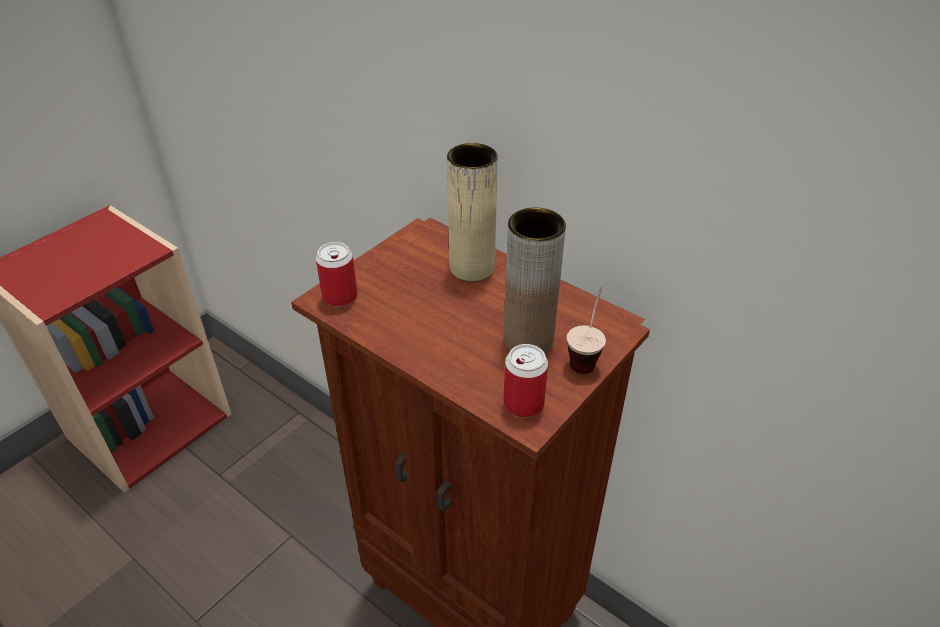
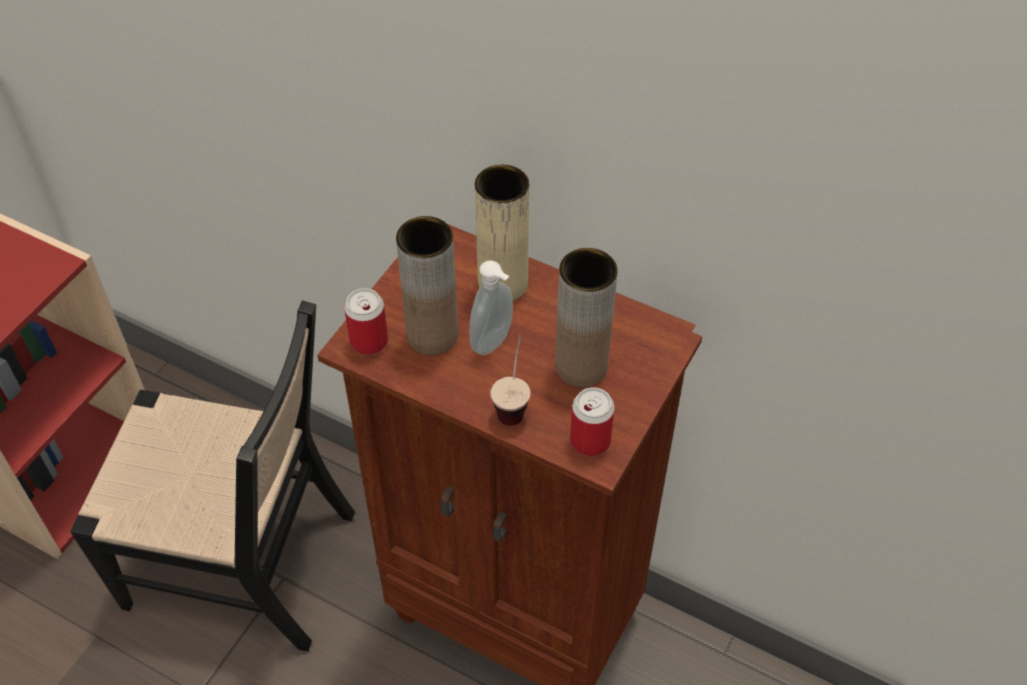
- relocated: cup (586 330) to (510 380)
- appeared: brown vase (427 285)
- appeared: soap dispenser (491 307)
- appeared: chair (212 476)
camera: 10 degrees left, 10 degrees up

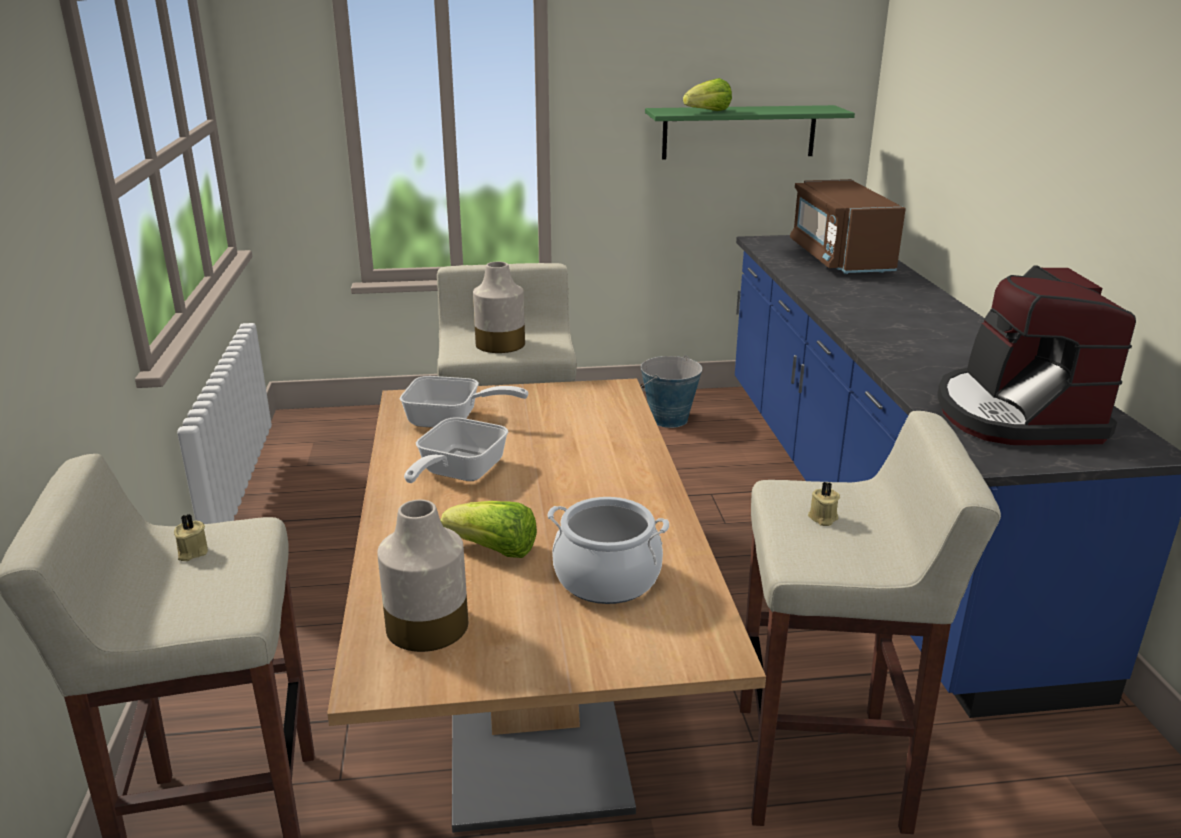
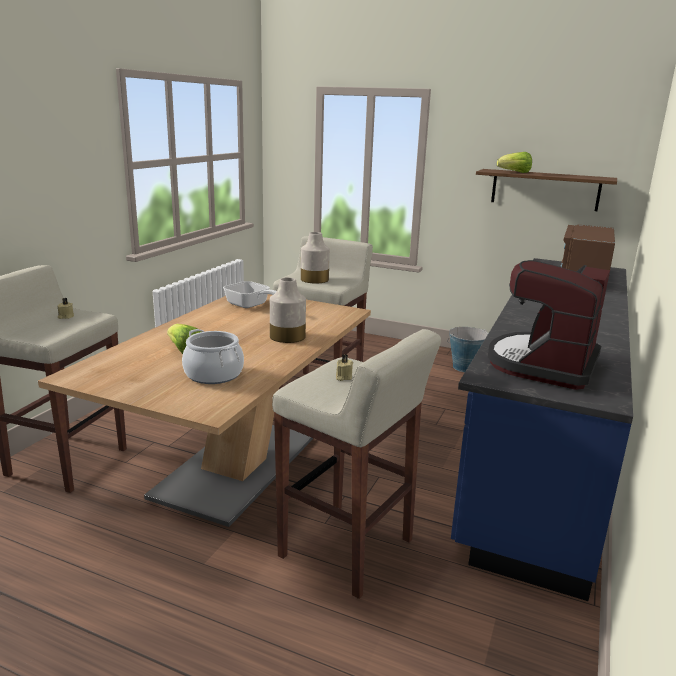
- colour: green shelf (750 132) to brown shelf (546 190)
- missing: frying pan (456 450)
- relocated: beige vase (422 576) to (288 310)
camera: 30 degrees right, 5 degrees down

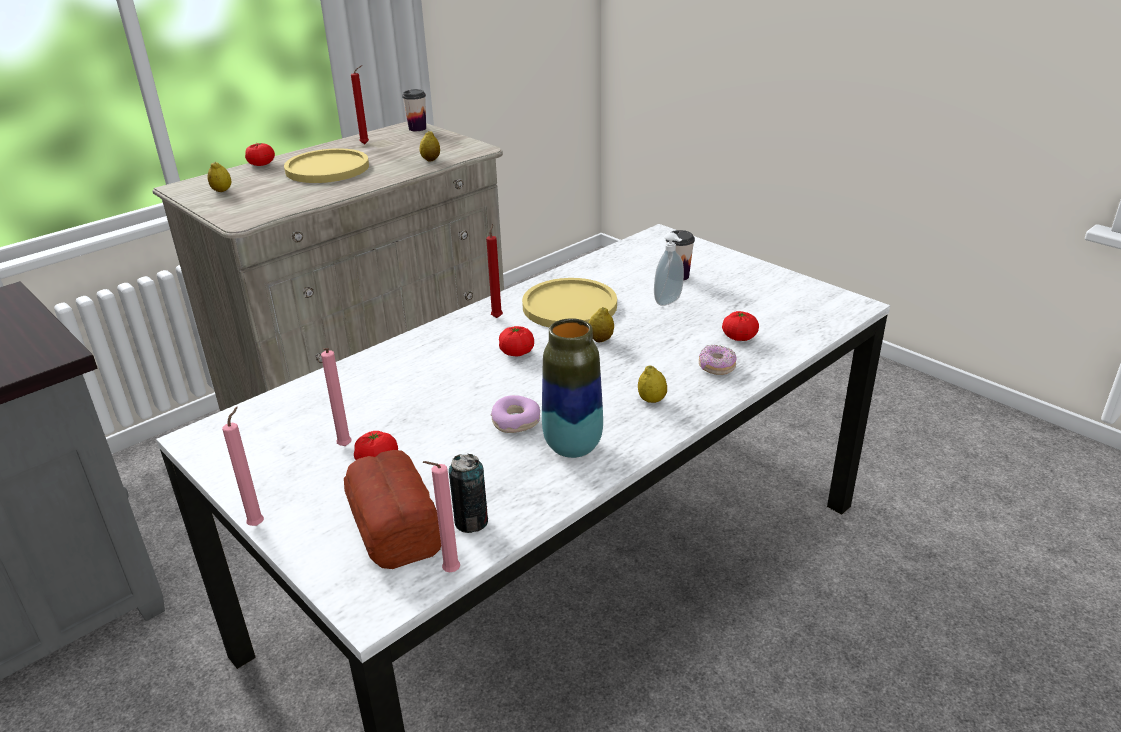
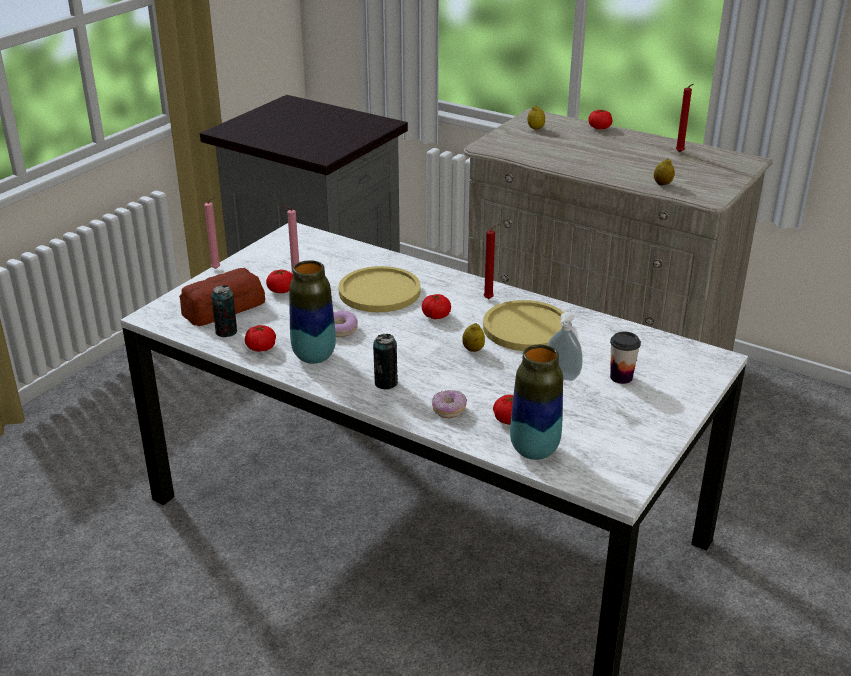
- missing: cup (414 110)
- relocated: yellow plate (326 165) to (380 289)
- exchanged: lemon (652 384) to can (385 362)
- missing: pink candle (441 516)
- appeared: tomato (260 338)
- appeared: vase (536 402)
camera: 75 degrees right, 0 degrees up

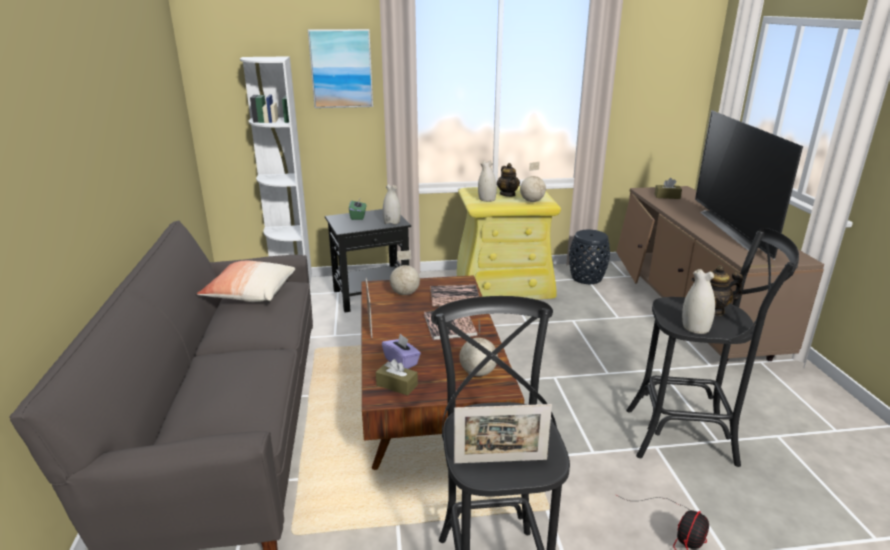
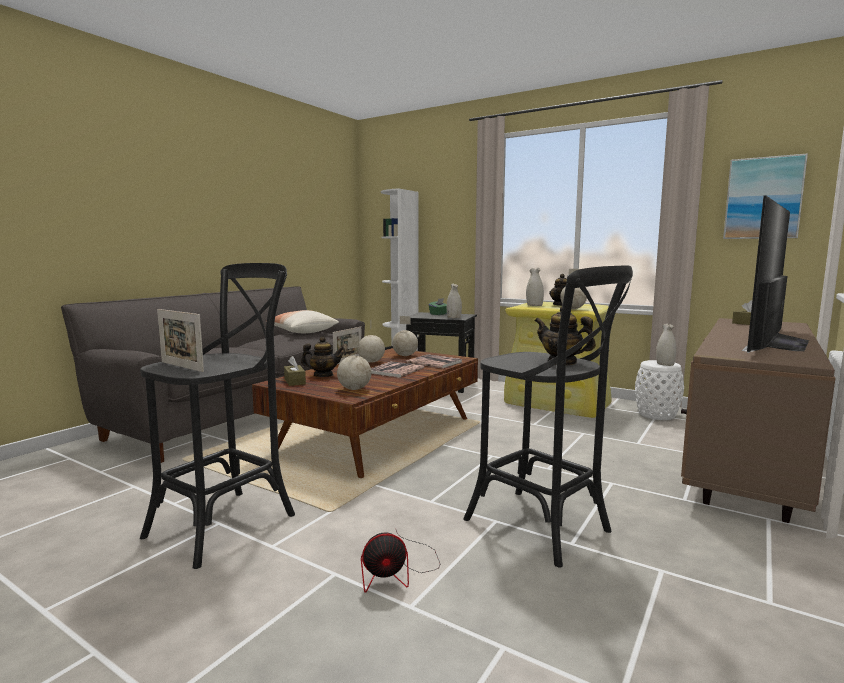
- relocated: picture (340 68) to (765 196)
- colour: black stool (589 257) to white stool (659 390)
- relocated: white vase (698 301) to (666 345)
- exchanged: purple tissue box (401 351) to teapot (322 357)
- appeared: globe (371 342)
camera: 40 degrees right, 15 degrees down

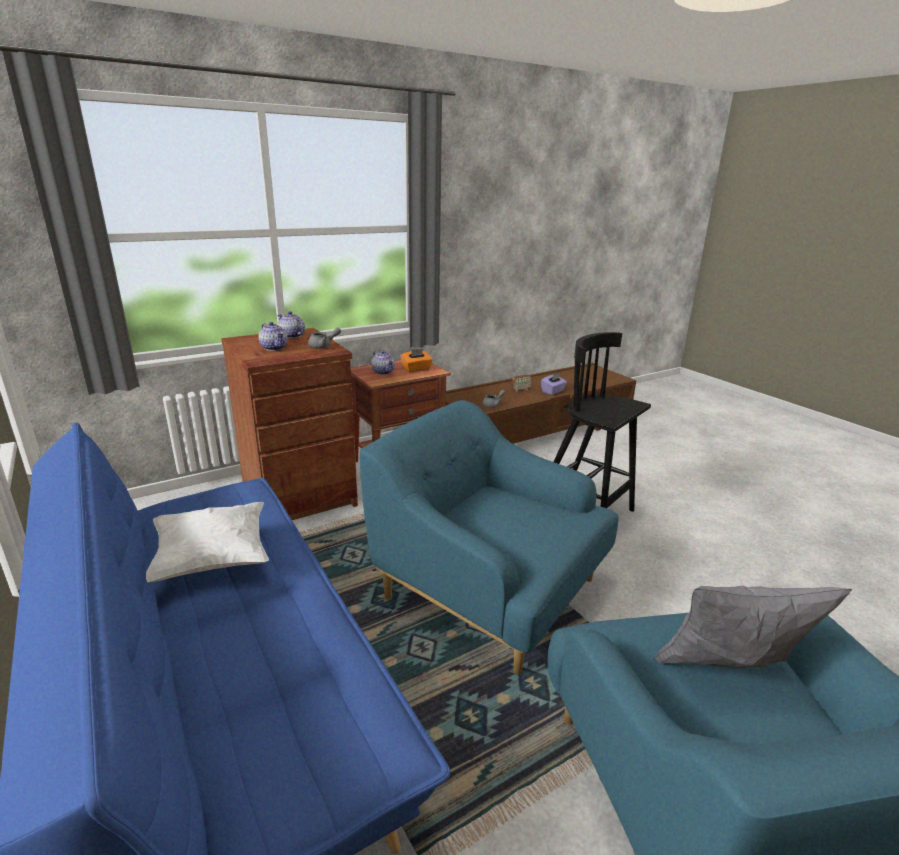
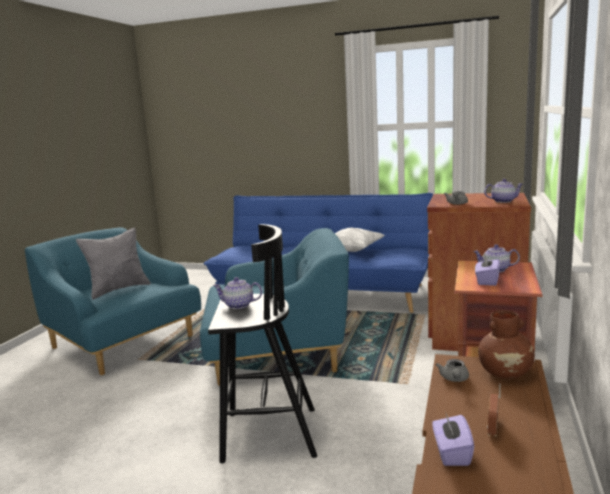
- relocated: teapot (273 336) to (237 293)
- colour: orange tissue box (416 360) to purple tissue box (487 270)
- appeared: brown vase (506 344)
camera: 140 degrees right, 10 degrees down

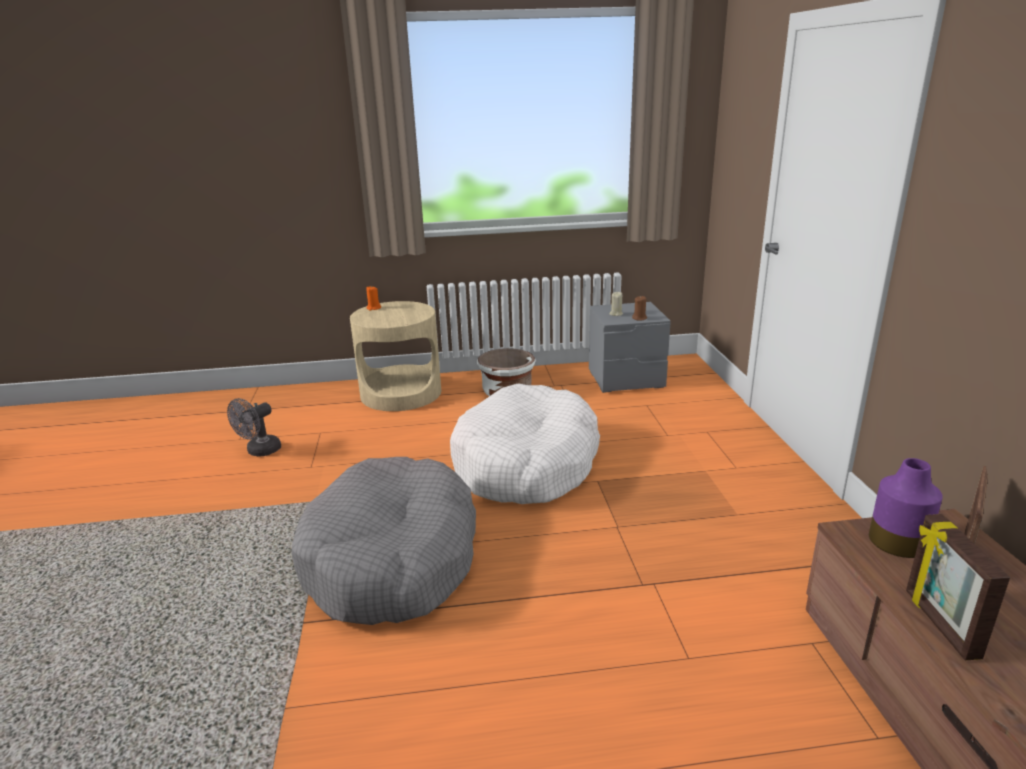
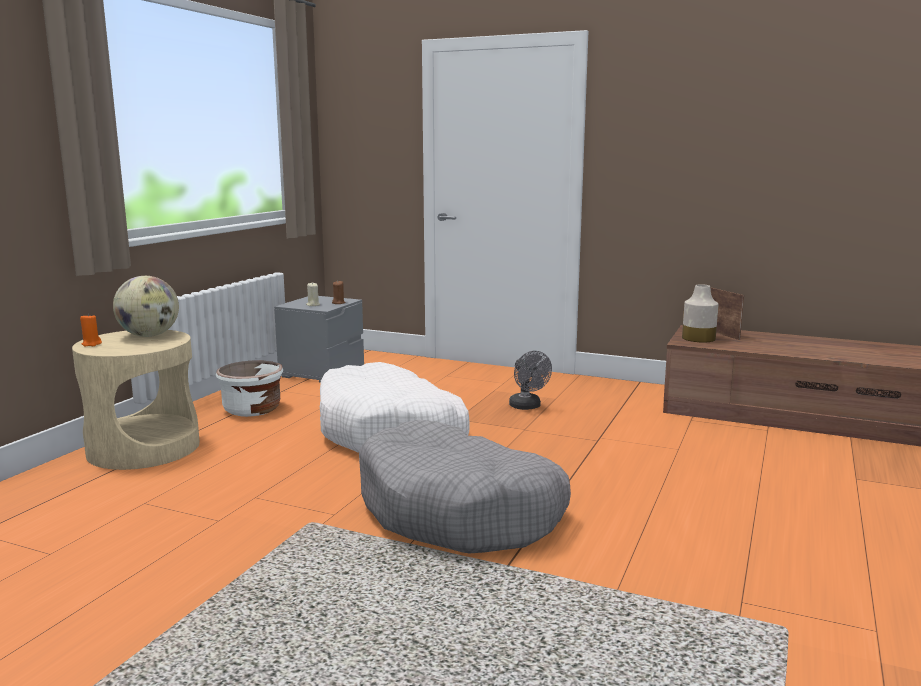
- relocated: grey fan (254 427) to (530 380)
- colour: purple vase (906 508) to beige vase (700 313)
- missing: picture frame (958 587)
- appeared: globe (146 306)
camera: 60 degrees left, 10 degrees down

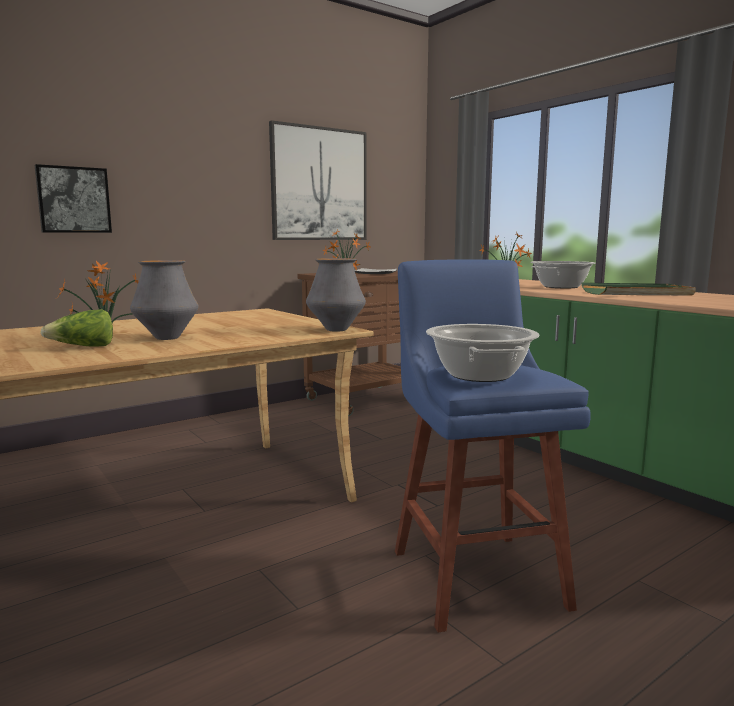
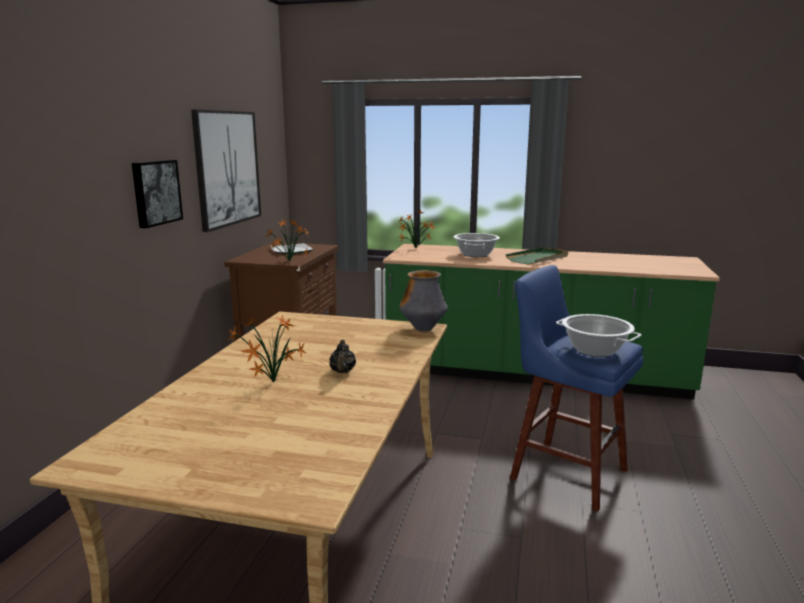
- relocated: picture (73 198) to (157 194)
- exchanged: vase (164 300) to black teapot (342 356)
- missing: lettuce (76 328)
camera: 40 degrees left, 5 degrees up

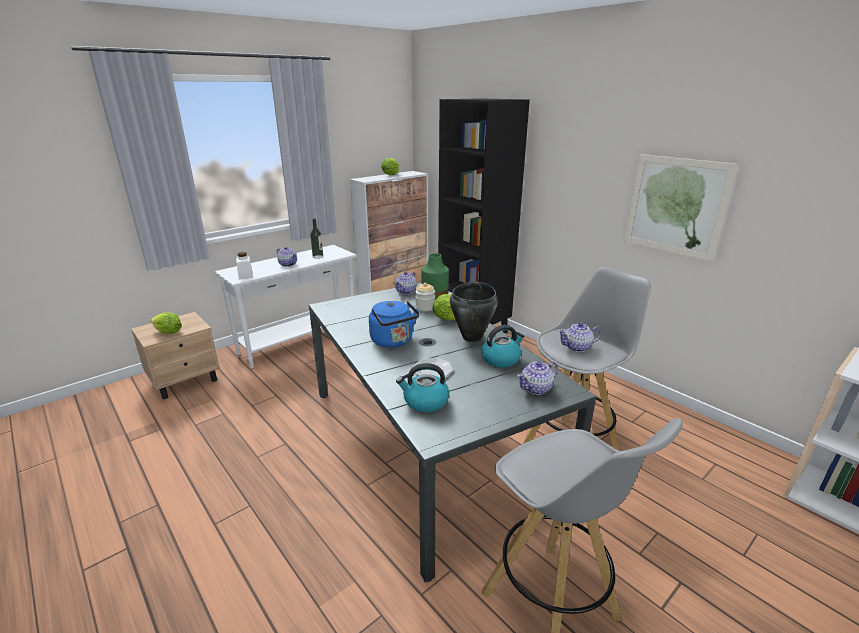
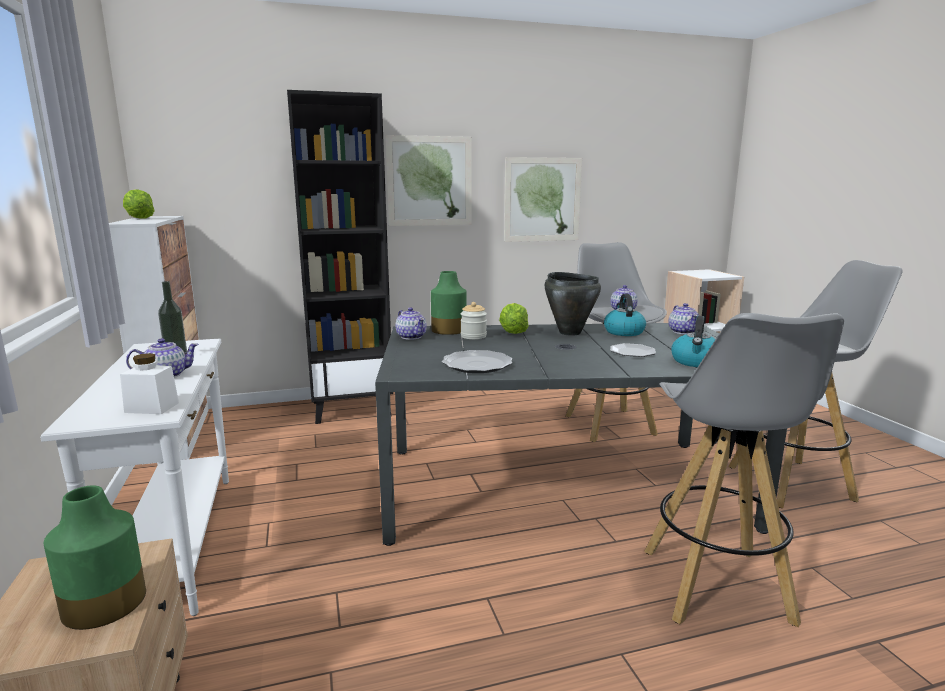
- missing: blue kettle (394 324)
- exchanged: lettuce (166 323) to green vase (95 557)
- appeared: picture (428 180)
- appeared: grey stool (744 470)
- appeared: plate (477 361)
camera: 65 degrees left, 10 degrees down

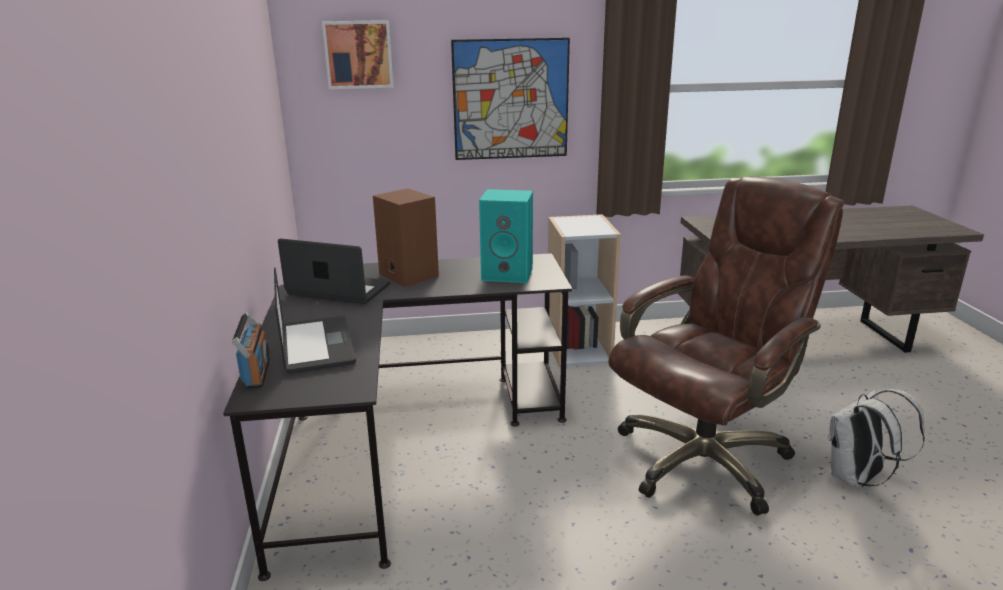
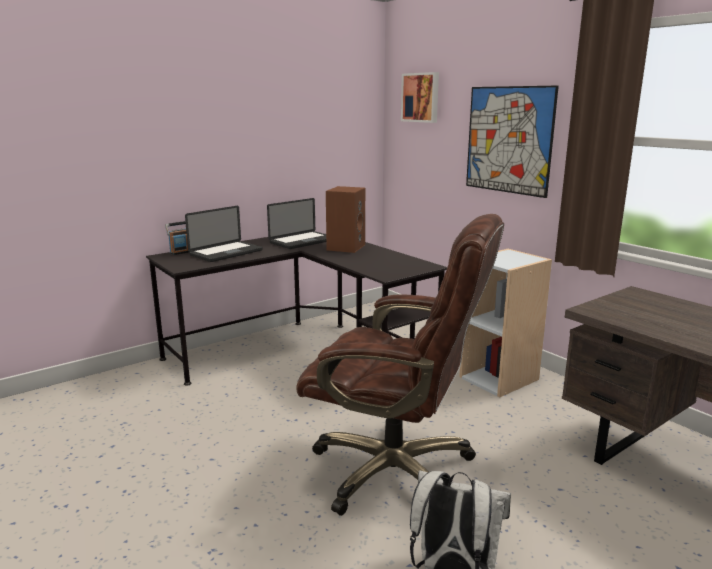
- missing: turquoise speaker (506 236)
- spun: laptop (334 271) = (296 223) 60 degrees clockwise
camera: 60 degrees right, 5 degrees down

